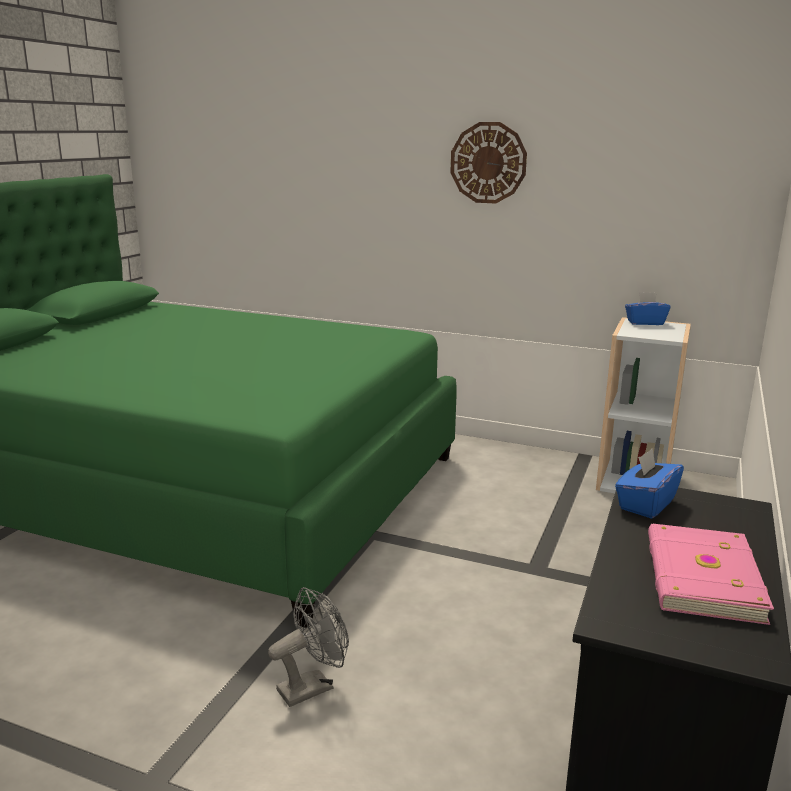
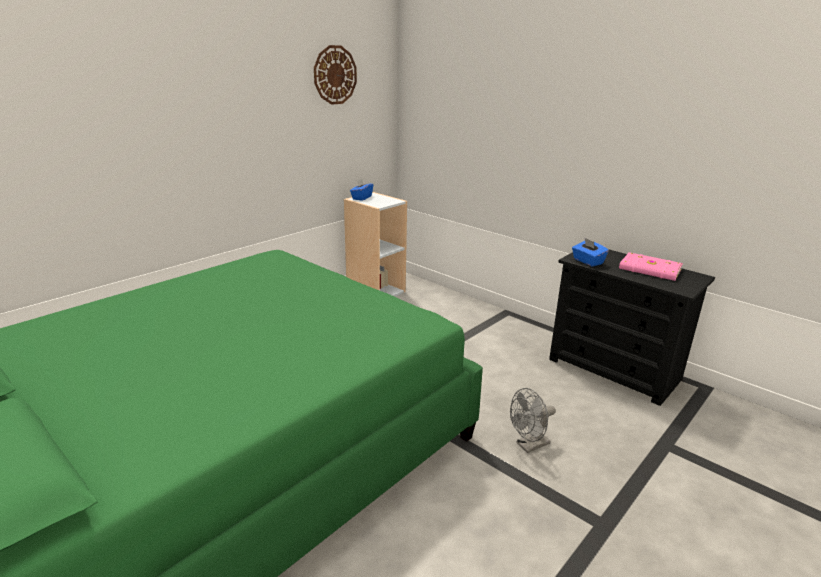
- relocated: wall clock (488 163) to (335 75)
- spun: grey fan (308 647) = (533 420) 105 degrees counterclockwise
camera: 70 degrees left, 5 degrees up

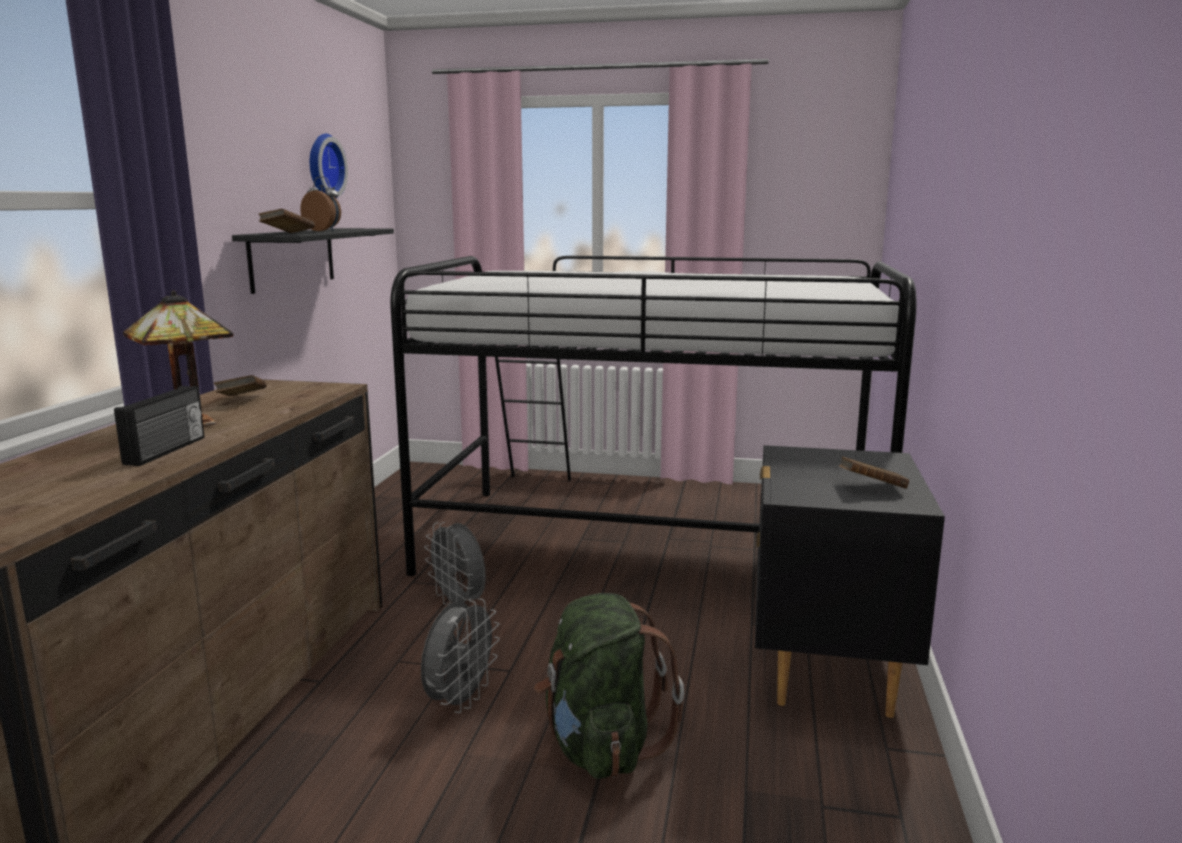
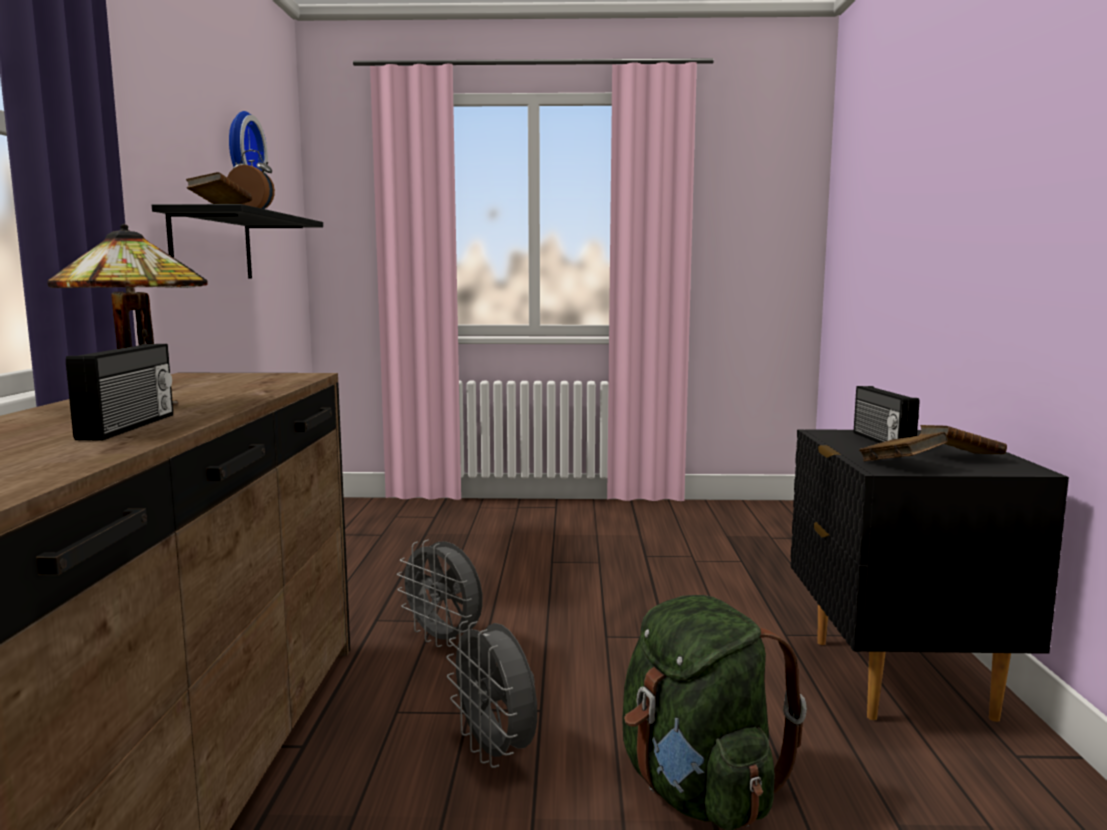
- missing: black bed (653 416)
- relocated: brown book (240 385) to (903 446)
- spun: grey fan (460 655) = (491 694) 135 degrees clockwise
- appeared: radio (886 414)
camera: 10 degrees left, 5 degrees down

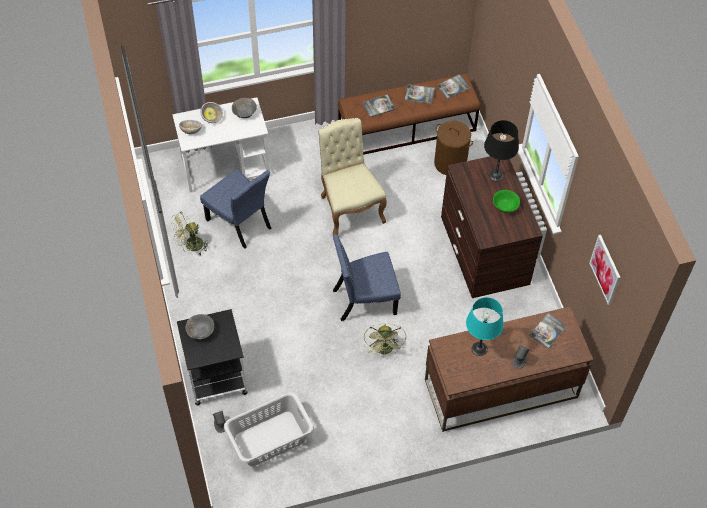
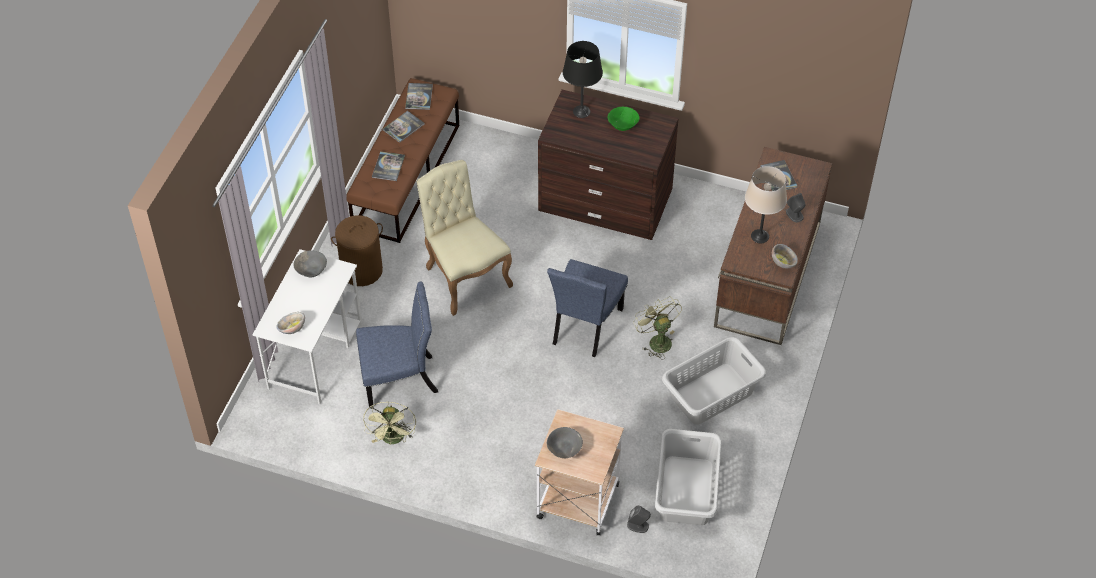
- relocated: bowl (211 112) to (785 256)
- spun: beige chair (352 176) = (464 238) 45 degrees clockwise
- relocated: brown laundry basket (453 148) to (357 250)
- missing: picture (604 270)
- colour: turquoise table lamp (485 326) to beige table lamp (766 204)
- colour: black cart (212 357) to beige cart (579 472)
- spun: green fan (385 339) = (657 327) 150 degrees counterclockwise
- appeared: grey laundry basket (714 381)
camera: 55 degrees left, 5 degrees down

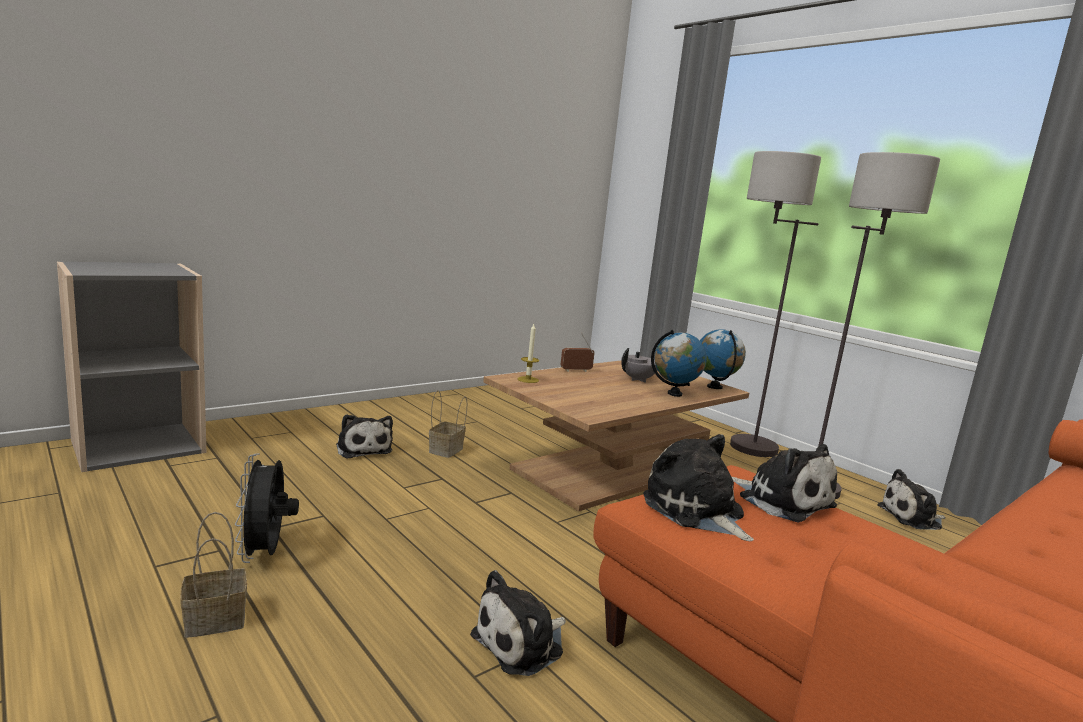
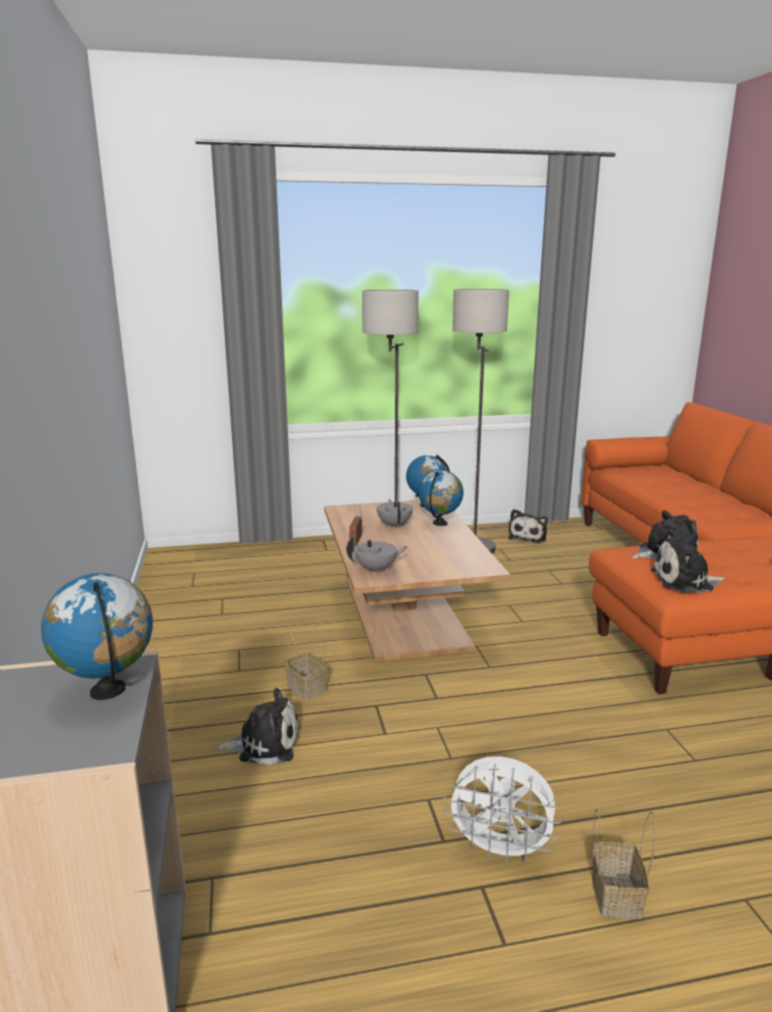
- exchanged: candle (528 353) to grey teapot (377 555)
- colour: black fan (267 508) to white fan (503 810)
- missing: plush toy (518 623)
- appeared: globe (97 636)
camera: 60 degrees left, 5 degrees up

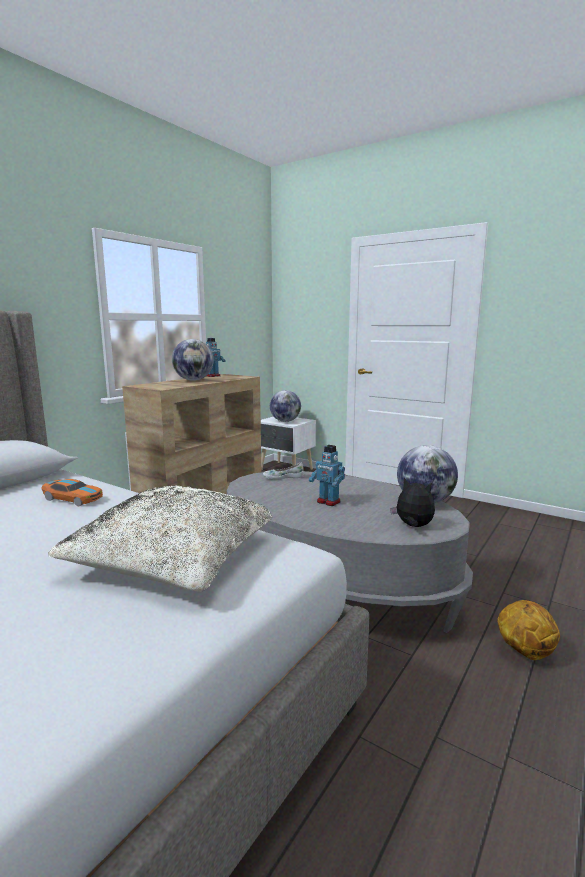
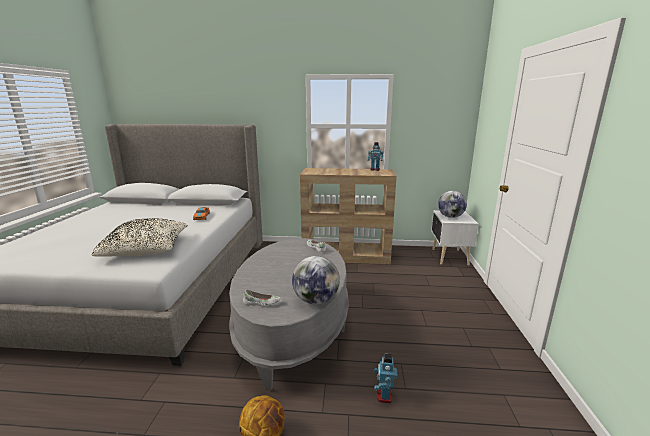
- missing: globe (193 360)
- relocated: toy robot (327 475) to (385 378)
- exchanged: plush toy (412 502) to white shoe (263 298)
camera: 60 degrees right, 5 degrees up

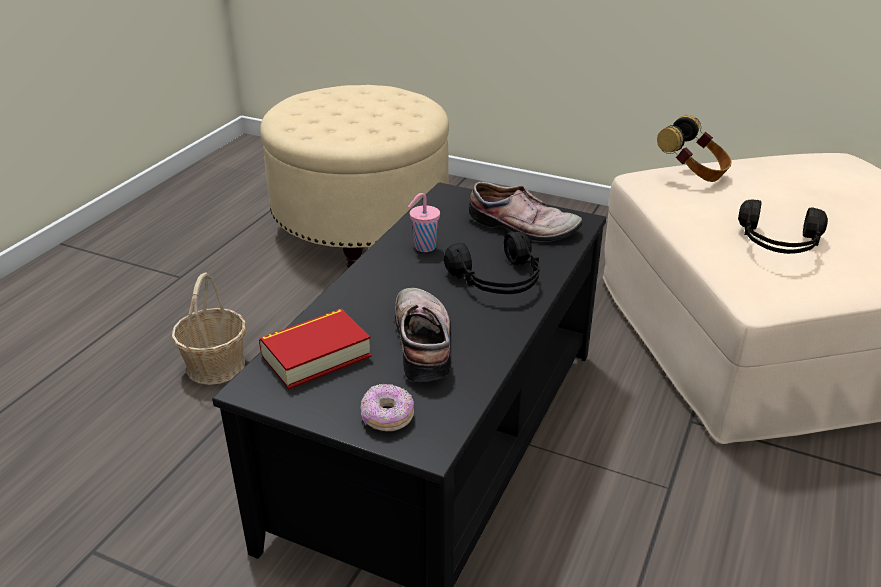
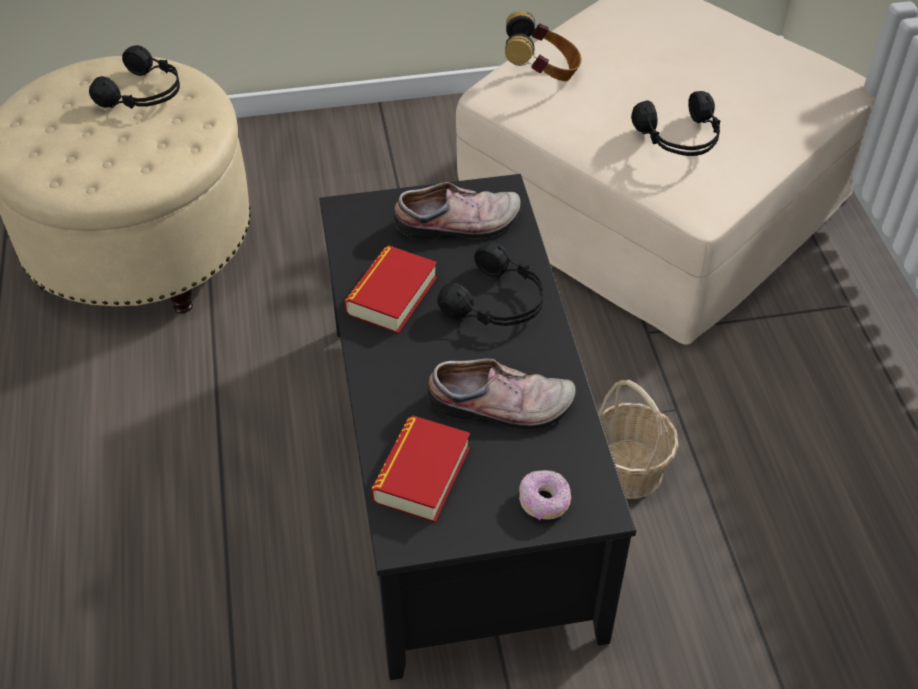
- exchanged: pink cup (424 222) to book (390 289)
- relocated: basket (208 328) to (639 439)
- spun: shoe (423 335) = (502 394) 135 degrees clockwise
- appeared: black headphones (134 77)
camera: 35 degrees left, 15 degrees up

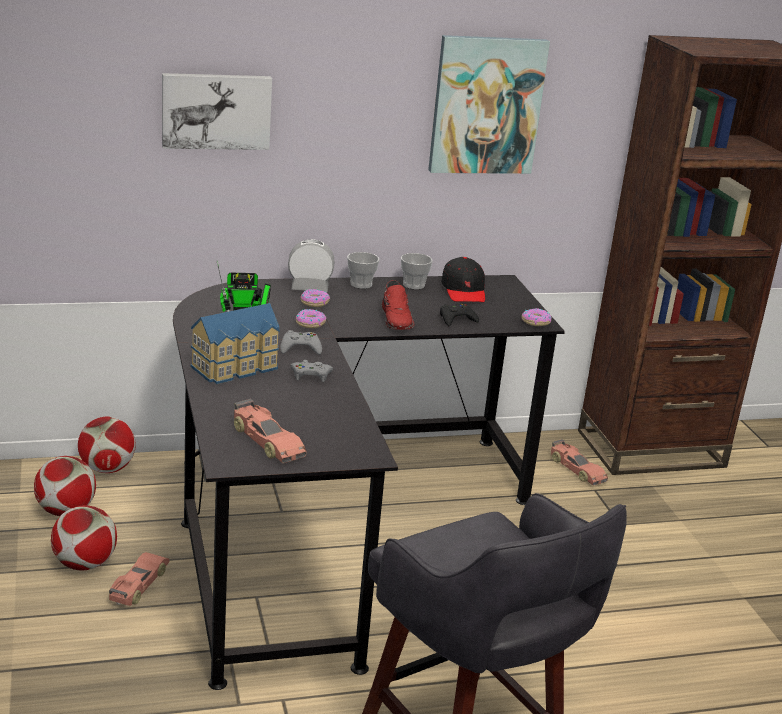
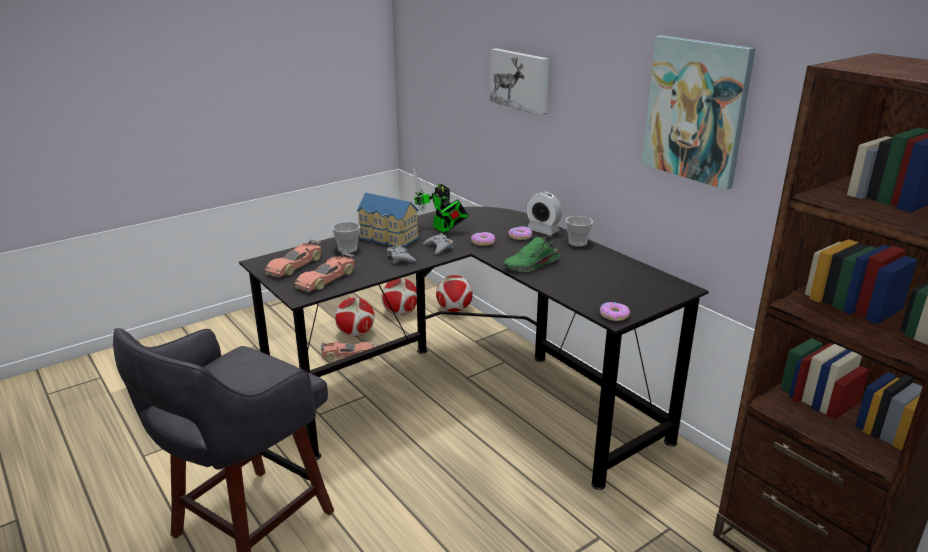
- spun: alarm clock (311 265) = (544 213) 150 degrees clockwise
- relocated: cup (417 271) to (346 237)
- missing: black cap (463 279)
- colour: red shoe (398 305) to green shoe (532 253)
- missing: black game controller (459 314)
- relocated: toy car (579 462) to (324 272)
camera: 70 degrees right, 0 degrees up

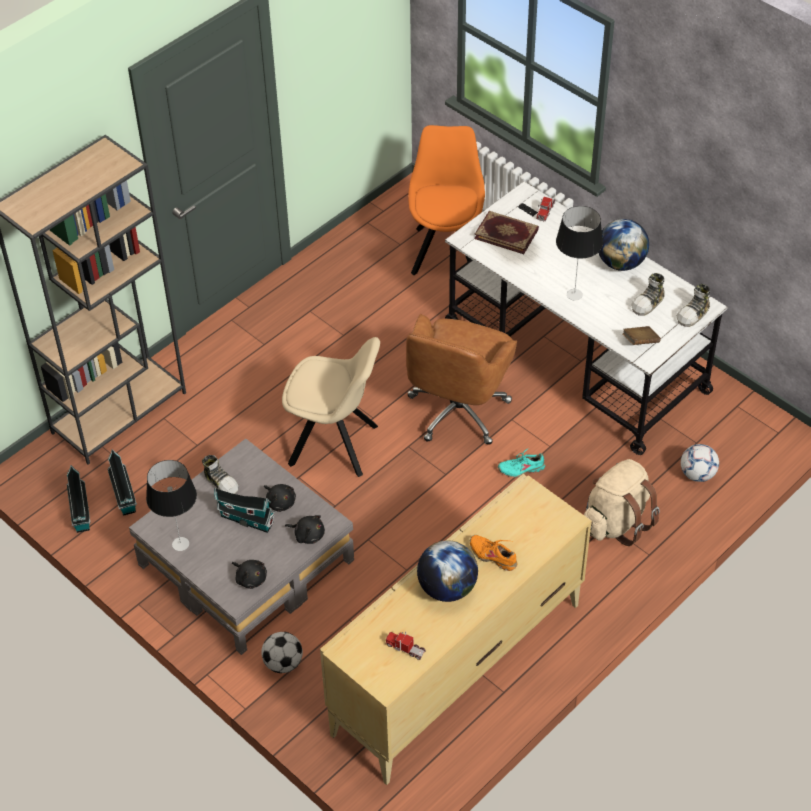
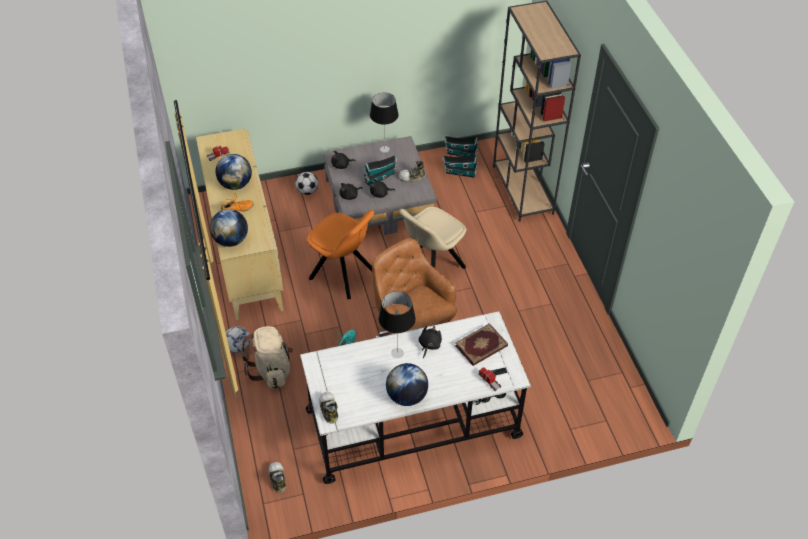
- relocated: orange chair (446 200) to (340 254)
- relocated: shoe (648 294) to (277 477)
- missing: brown book (641 335)
- relocated: football (700 463) to (238 339)
- appeared: globe (229 228)
- appeared: black plush toy (430 342)
camera: 120 degrees right, 0 degrees up

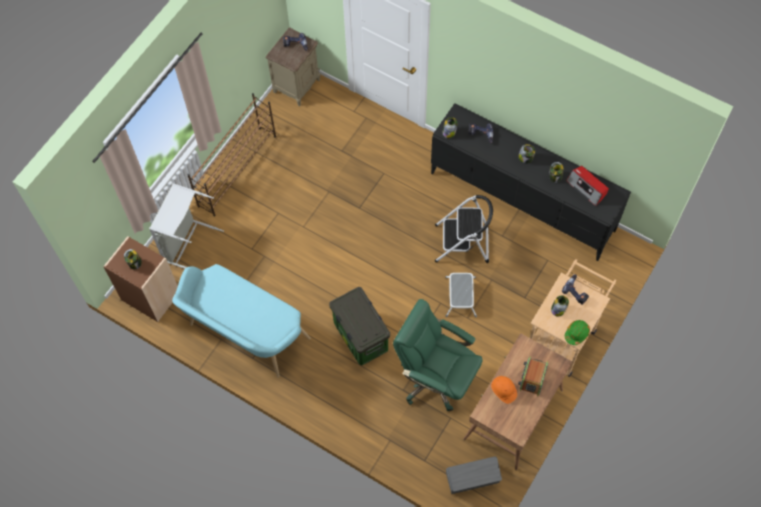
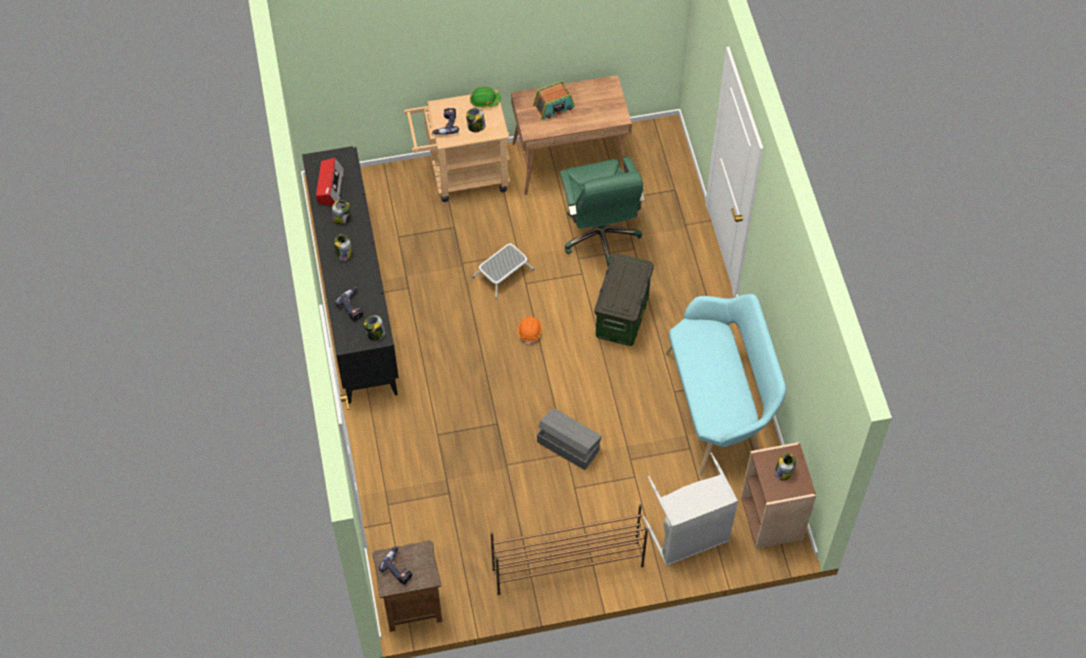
- missing: step ladder (464 229)
- relocated: orange hard hat (504 390) to (530 330)
- relocated: grey storage box (474 475) to (569 439)
camera: 135 degrees left, 5 degrees down

